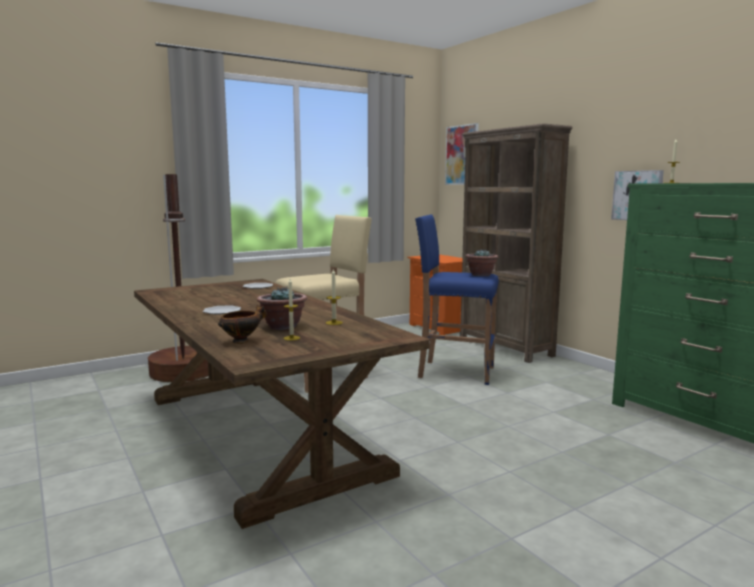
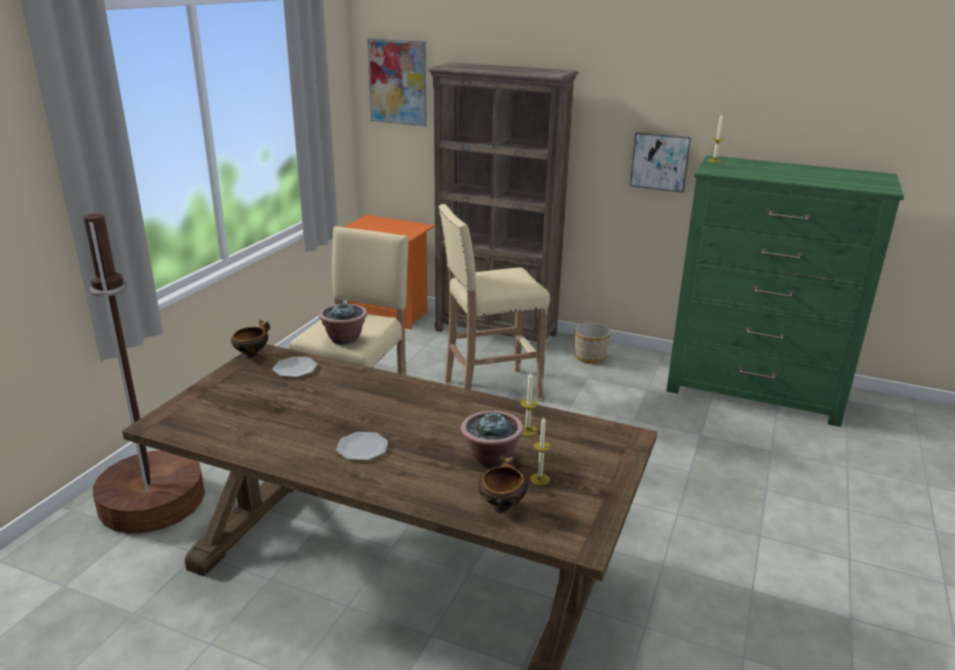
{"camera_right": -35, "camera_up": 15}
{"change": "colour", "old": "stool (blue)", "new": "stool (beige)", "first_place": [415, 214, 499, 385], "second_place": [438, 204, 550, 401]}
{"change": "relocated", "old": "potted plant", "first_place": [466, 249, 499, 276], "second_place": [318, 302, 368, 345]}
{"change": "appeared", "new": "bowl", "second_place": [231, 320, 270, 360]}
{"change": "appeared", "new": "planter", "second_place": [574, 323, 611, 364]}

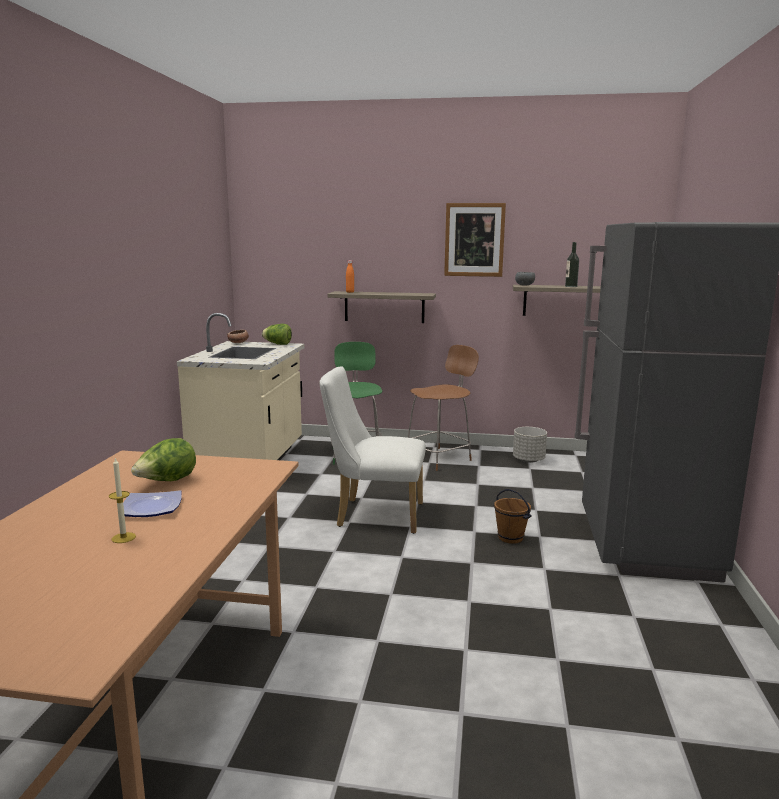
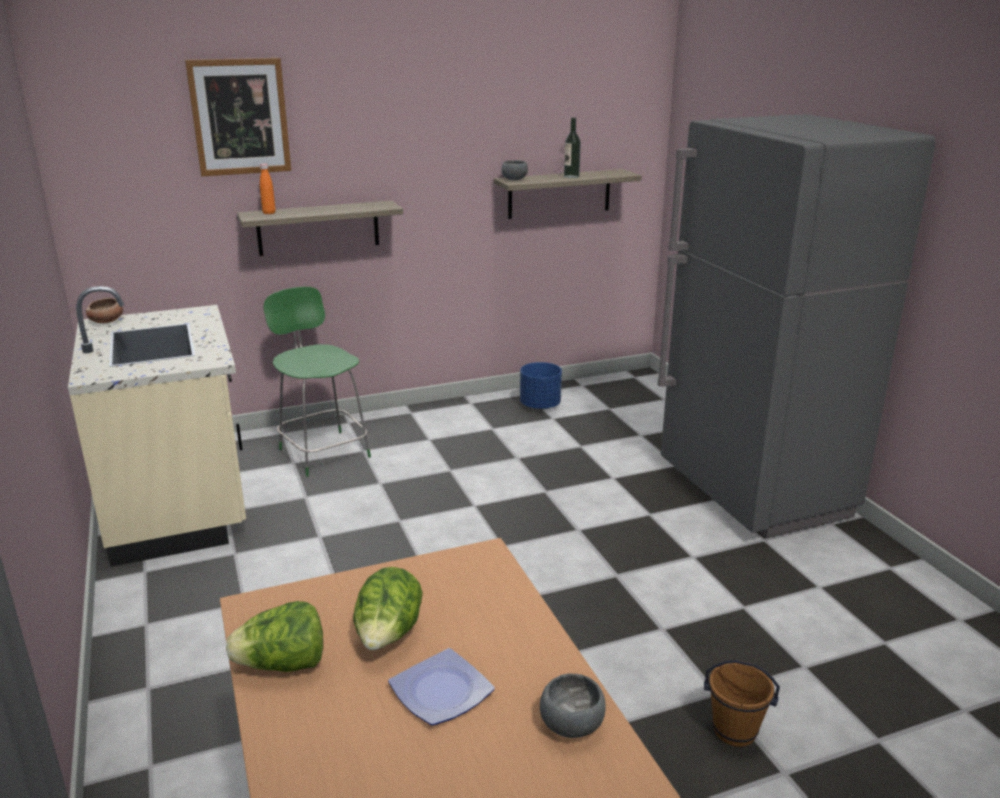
{"camera_right": -30, "camera_up": 10}
{"change": "relocated", "old": "picture", "first_place": [444, 203, 506, 277], "second_place": [185, 58, 291, 176]}
{"change": "relocated", "old": "lettuce", "first_place": [262, 324, 292, 345], "second_place": [226, 601, 323, 672]}
{"change": "missing", "old": "stool (brown)", "first_place": [408, 345, 479, 471]}
{"change": "missing", "old": "chair (white)", "first_place": [320, 366, 426, 534]}
{"change": "colour", "old": "planter (grey)", "new": "planter (blue)", "first_place": [513, 427, 547, 463], "second_place": [520, 362, 562, 410]}
{"change": "missing", "old": "candle", "first_place": [109, 458, 136, 543]}
{"change": "relocated", "old": "bucket (brown)", "first_place": [494, 489, 532, 544], "second_place": [704, 660, 780, 747]}
{"change": "appeared", "new": "bowl (grey)", "second_place": [540, 673, 606, 738]}

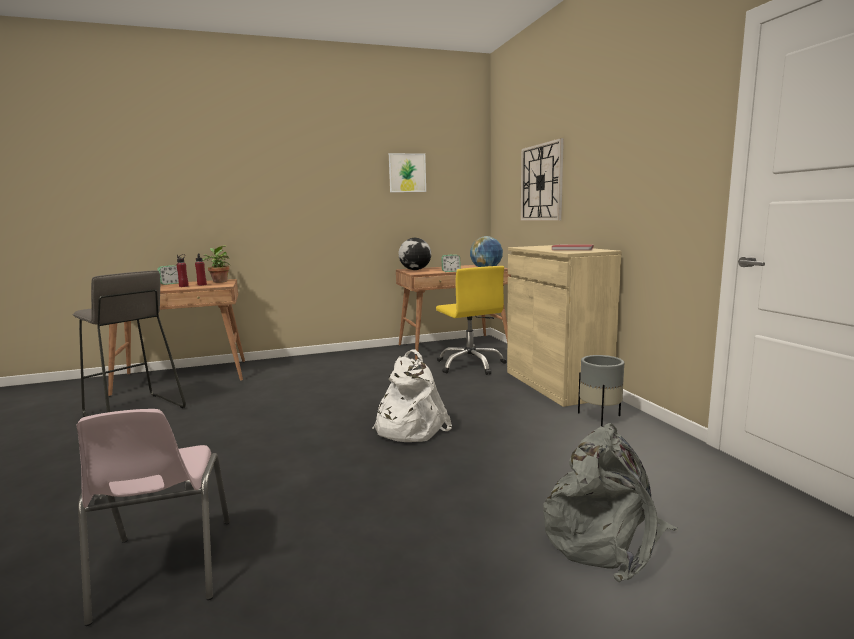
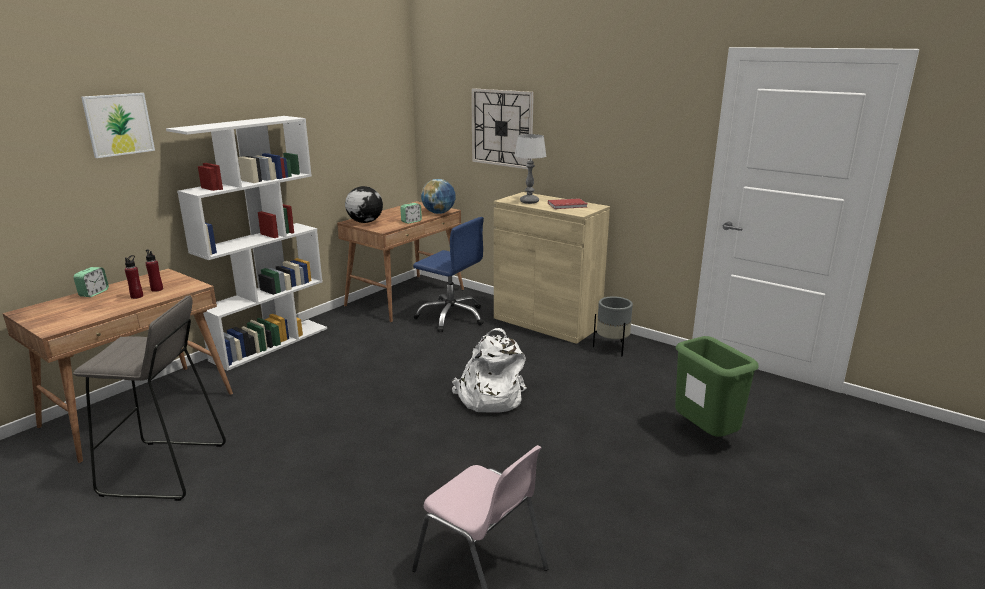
{"camera_right": -35, "camera_up": 10}
{"change": "relocated", "old": "picture", "first_place": [389, 153, 426, 192], "second_place": [81, 93, 155, 158]}
{"change": "missing", "old": "potted plant", "first_place": [202, 245, 230, 283]}
{"change": "colour", "old": "office chair (yellow)", "new": "office chair (blue)", "first_place": [436, 266, 507, 375], "second_place": [413, 217, 484, 332]}
{"change": "exchanged", "old": "backpack (grey)", "new": "trash can (green)", "first_place": [543, 423, 678, 582], "second_place": [675, 336, 759, 437]}
{"change": "appeared", "new": "bookcase (white)", "second_place": [166, 116, 327, 371]}
{"change": "appeared", "new": "table lamp", "second_place": [514, 134, 547, 204]}

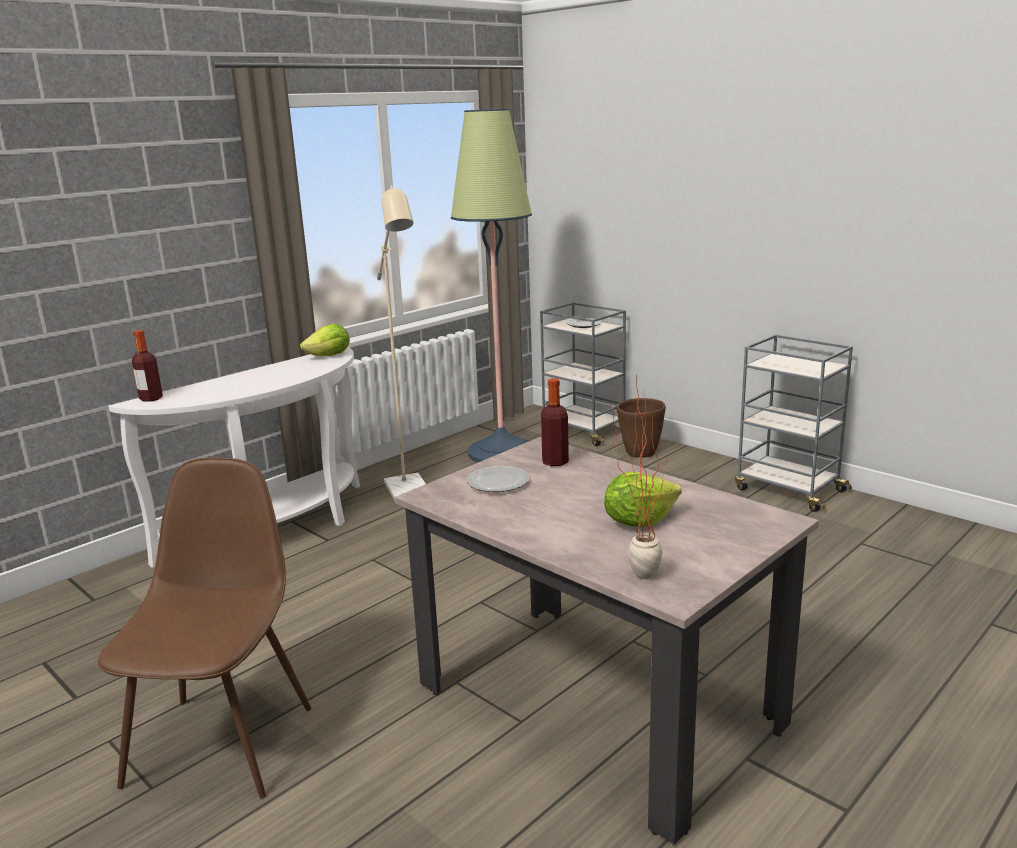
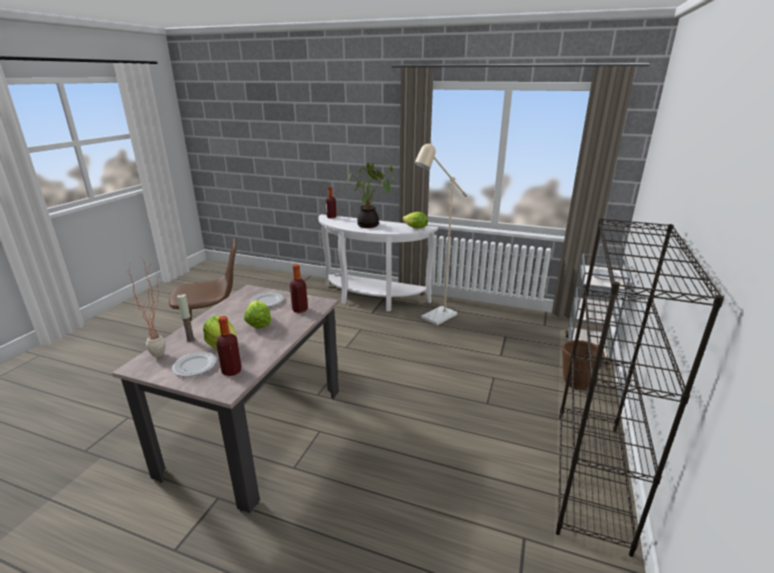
{"camera_right": 65, "camera_up": 5}
{"change": "missing", "old": "floor lamp", "first_place": [451, 109, 532, 463]}
{"change": "exchanged", "old": "cart (grey)", "new": "bookcase (black)", "first_place": [735, 334, 853, 512], "second_place": [556, 218, 724, 557]}
{"change": "appeared", "new": "potted plant", "second_place": [346, 163, 394, 228]}
{"change": "appeared", "new": "candle", "second_place": [177, 294, 195, 342]}
{"change": "appeared", "new": "lettuce", "second_place": [244, 300, 271, 329]}
{"change": "appeared", "new": "bottle", "second_place": [217, 316, 241, 376]}
{"change": "appeared", "new": "plate", "second_place": [172, 352, 217, 377]}

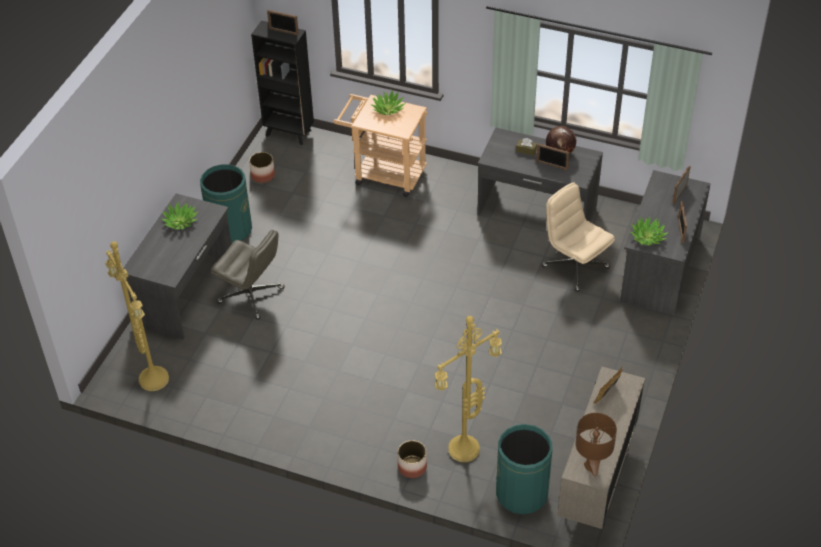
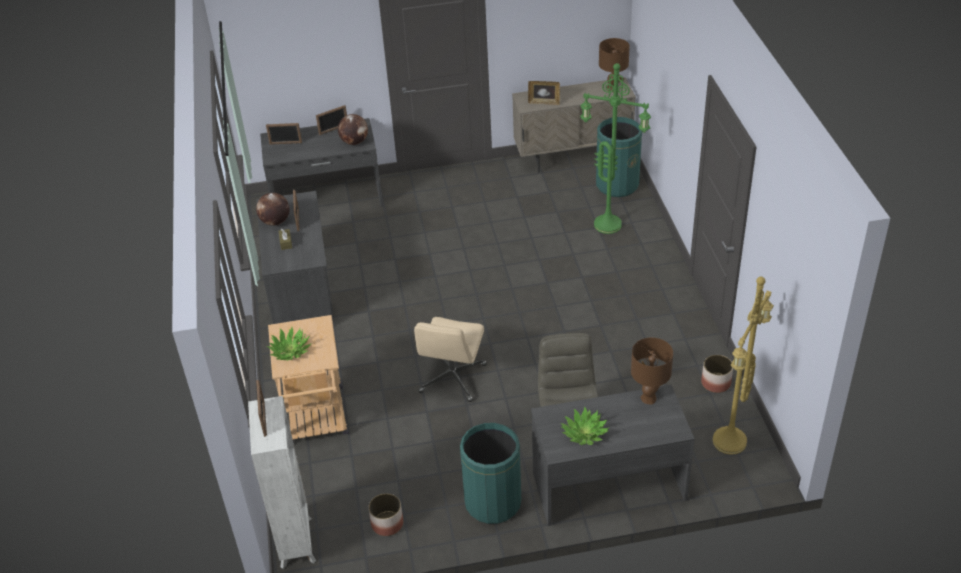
{"camera_right": -120, "camera_up": -5}
{"change": "colour", "old": "bookcase (black)", "new": "bookcase (white)", "first_place": [251, 21, 314, 145], "second_place": [248, 396, 316, 569]}
{"change": "relocated", "old": "office chair (beige)", "first_place": [542, 182, 615, 291], "second_place": [414, 317, 487, 402]}
{"change": "exchanged", "old": "potted plant", "new": "globe", "first_place": [630, 216, 669, 245], "second_place": [338, 114, 368, 145]}
{"change": "colour", "old": "floor lamp (yellow)", "new": "floor lamp (green)", "first_place": [435, 316, 502, 462], "second_place": [580, 63, 651, 234]}
{"change": "relocated", "old": "planter", "first_place": [398, 440, 427, 478], "second_place": [701, 355, 733, 393]}
{"change": "appeared", "new": "table lamp (brown)", "second_place": [631, 338, 673, 404]}

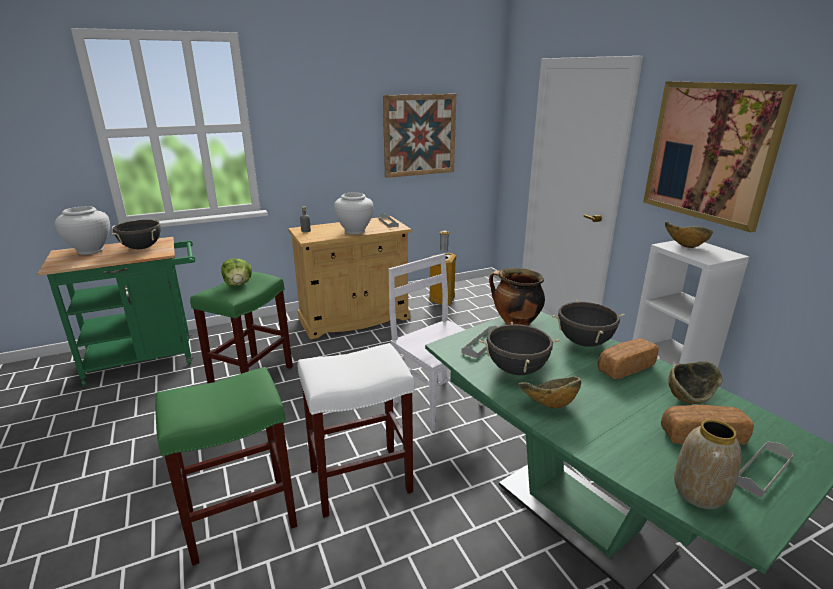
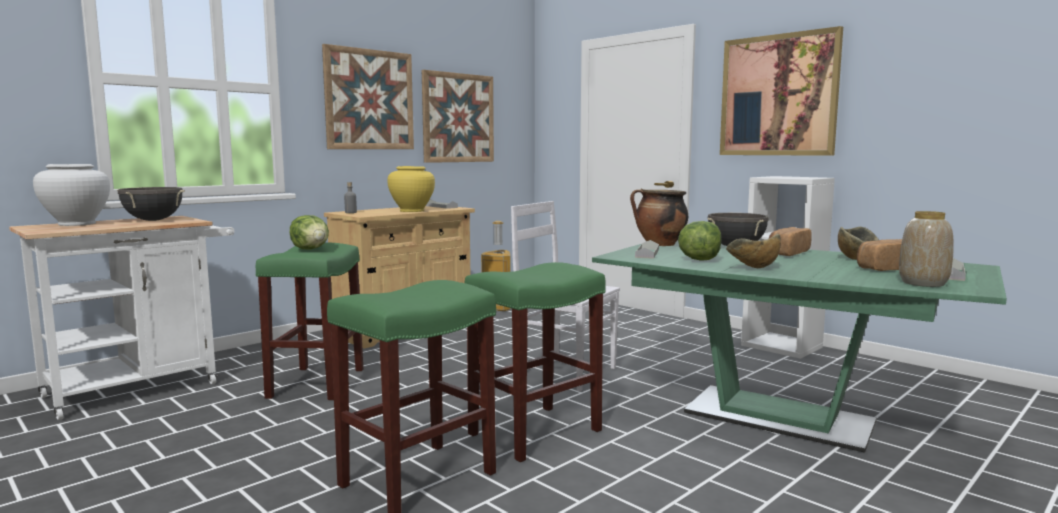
{"camera_right": -20, "camera_up": -15}
{"change": "colour", "old": "vase (white)", "new": "vase (yellow)", "first_place": [334, 192, 374, 234], "second_place": [387, 166, 435, 212]}
{"change": "missing", "old": "bowl", "first_place": [665, 221, 713, 248]}
{"change": "colour", "old": "cart (green)", "new": "cart (white)", "first_place": [38, 237, 195, 386], "second_place": [9, 216, 234, 420]}
{"change": "exchanged", "old": "cooking pot (black)", "new": "lettuce", "first_place": [479, 322, 560, 375], "second_place": [678, 221, 721, 261]}
{"change": "colour", "old": "stool (white)", "new": "stool (green)", "first_place": [297, 343, 415, 518], "second_place": [464, 262, 606, 462]}
{"change": "appeared", "new": "picture", "second_place": [322, 44, 414, 149]}

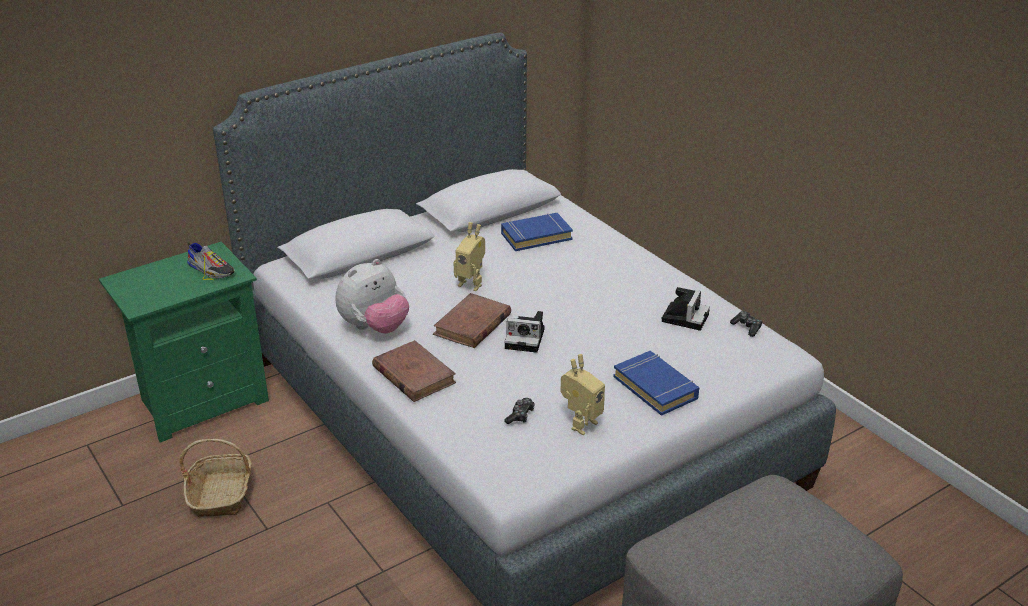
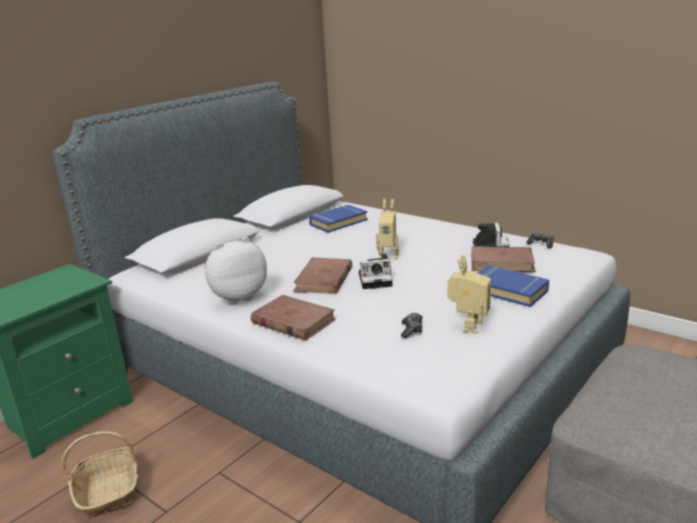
{"camera_right": -15, "camera_up": -10}
{"change": "relocated", "old": "toy robot", "first_place": [453, 222, 485, 291], "second_place": [376, 199, 399, 259]}
{"change": "missing", "old": "shoe", "first_place": [187, 242, 235, 281]}
{"change": "spun", "old": "plush toy", "first_place": [336, 259, 409, 333], "second_place": [204, 237, 267, 304], "degrees": -150}
{"change": "appeared", "new": "book (brown)", "second_place": [471, 246, 536, 272]}

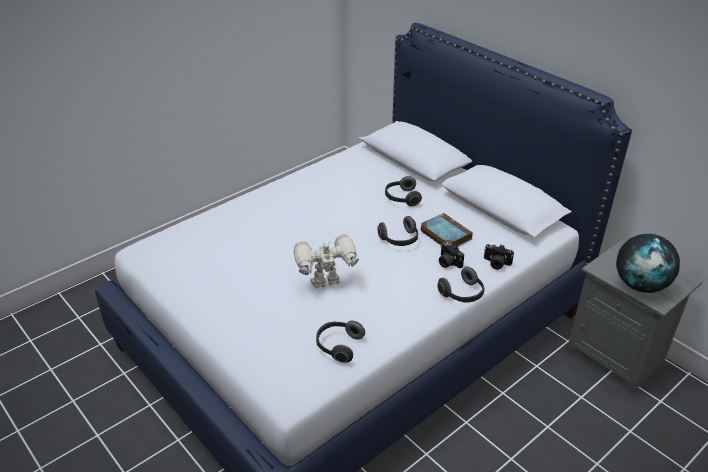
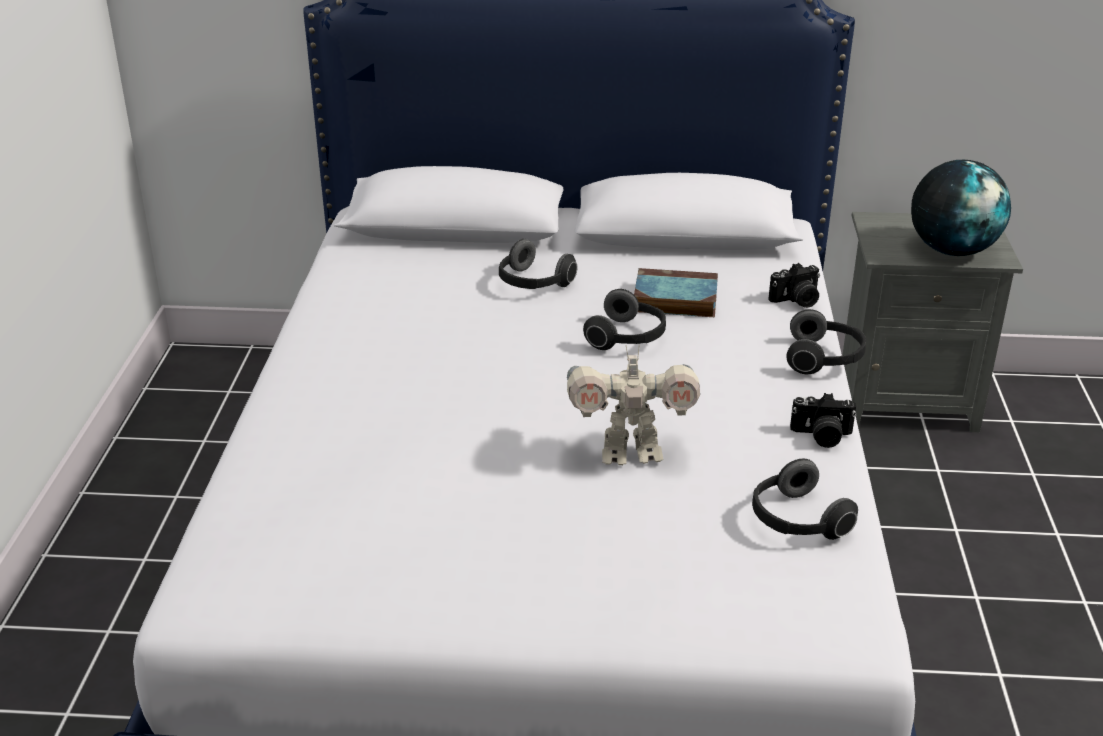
{"camera_right": -45, "camera_up": -5}
{"change": "spun", "old": "toy robot", "first_place": [294, 234, 359, 289], "second_place": [567, 344, 700, 465], "degrees": -120}
{"change": "relocated", "old": "photo camera", "first_place": [439, 241, 464, 268], "second_place": [790, 393, 856, 448]}

